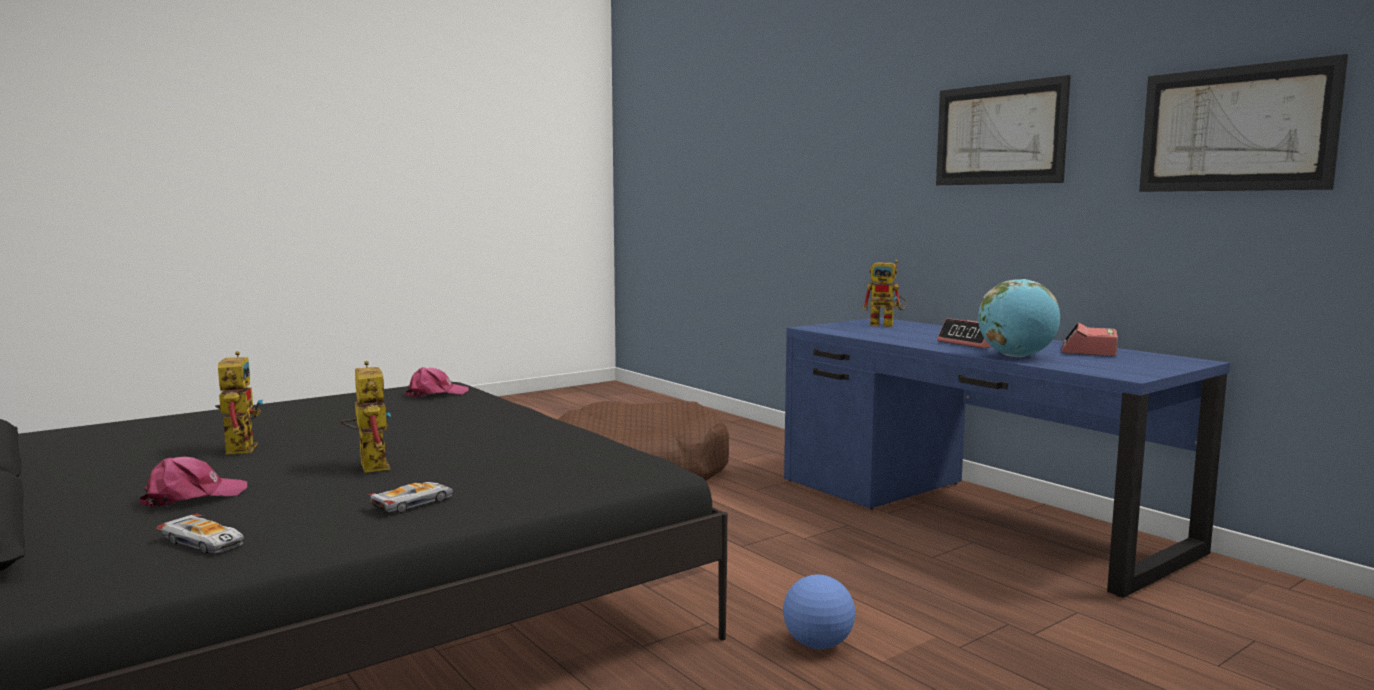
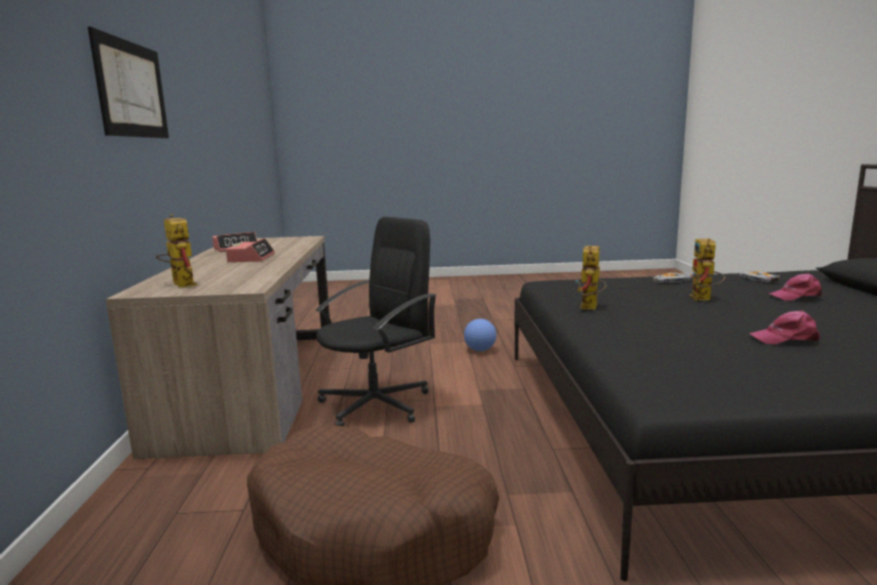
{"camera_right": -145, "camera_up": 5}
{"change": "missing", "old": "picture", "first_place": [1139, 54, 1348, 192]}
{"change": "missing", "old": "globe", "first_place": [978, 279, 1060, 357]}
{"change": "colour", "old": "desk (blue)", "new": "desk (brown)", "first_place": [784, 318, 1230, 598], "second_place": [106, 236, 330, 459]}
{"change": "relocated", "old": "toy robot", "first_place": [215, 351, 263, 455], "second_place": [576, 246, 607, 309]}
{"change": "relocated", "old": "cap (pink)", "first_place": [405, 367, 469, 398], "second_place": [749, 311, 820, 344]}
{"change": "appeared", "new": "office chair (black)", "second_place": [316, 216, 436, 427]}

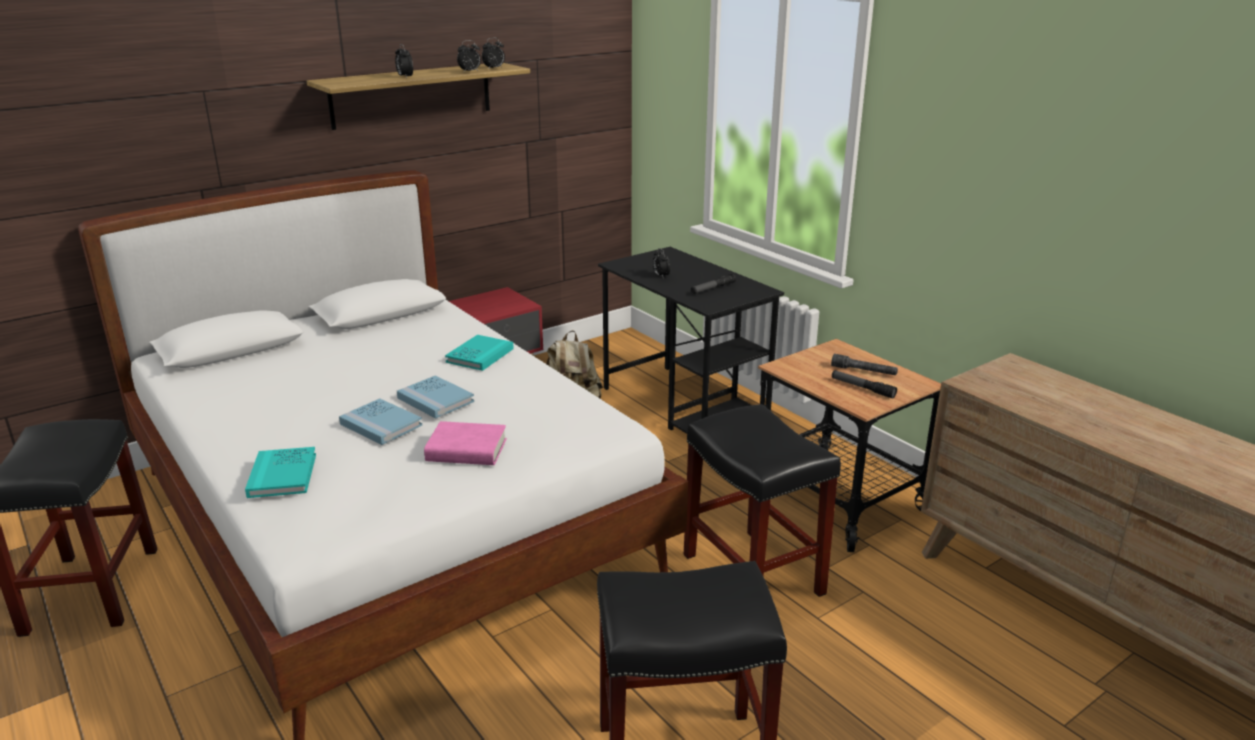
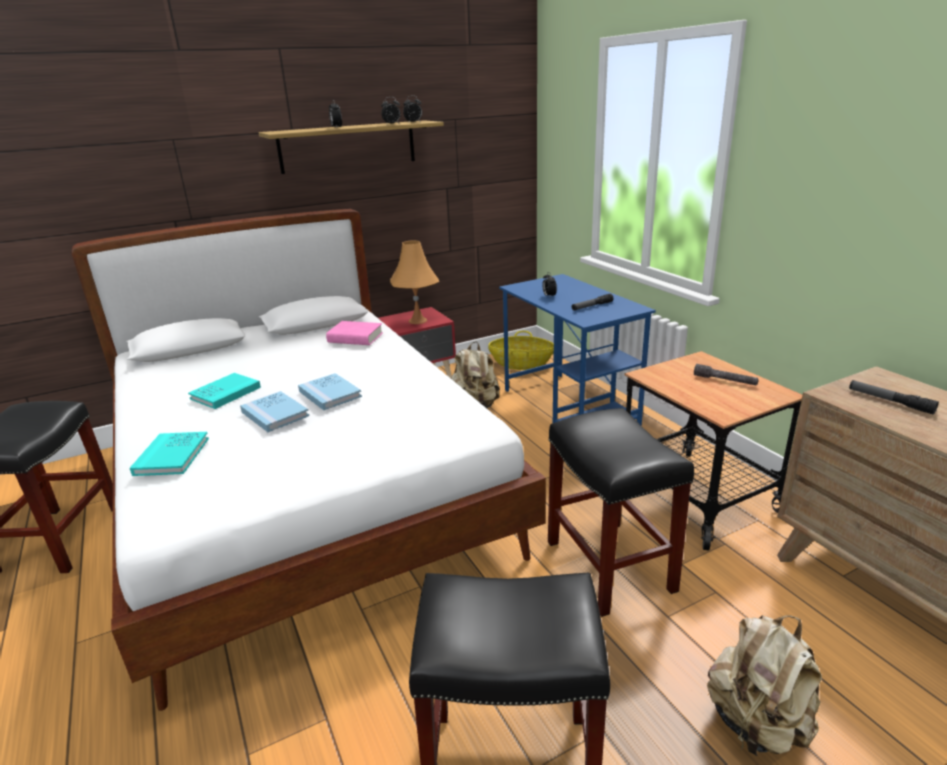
{"camera_right": 10, "camera_up": 0}
{"change": "colour", "old": "desk (black)", "new": "desk (blue)", "first_place": [598, 247, 784, 434], "second_place": [499, 274, 656, 426]}
{"change": "relocated", "old": "book (turquoise)", "first_place": [445, 335, 514, 371], "second_place": [188, 373, 261, 409]}
{"change": "relocated", "old": "flashlight", "first_place": [832, 370, 897, 399], "second_place": [849, 380, 939, 415]}
{"change": "relocated", "old": "book (pink)", "first_place": [424, 421, 507, 465], "second_place": [326, 321, 383, 345]}
{"change": "appeared", "new": "table lamp (orange)", "second_place": [390, 241, 439, 324]}
{"change": "appeared", "new": "basket", "second_place": [488, 331, 554, 370]}
{"change": "appeared", "new": "backpack (beige)", "second_place": [707, 615, 822, 756]}

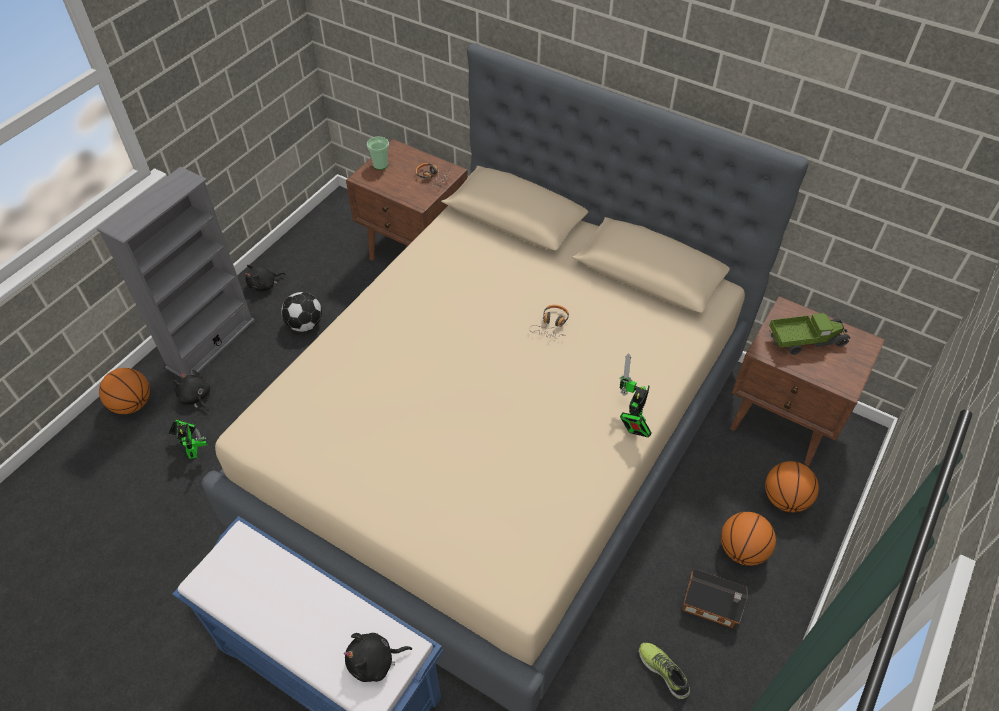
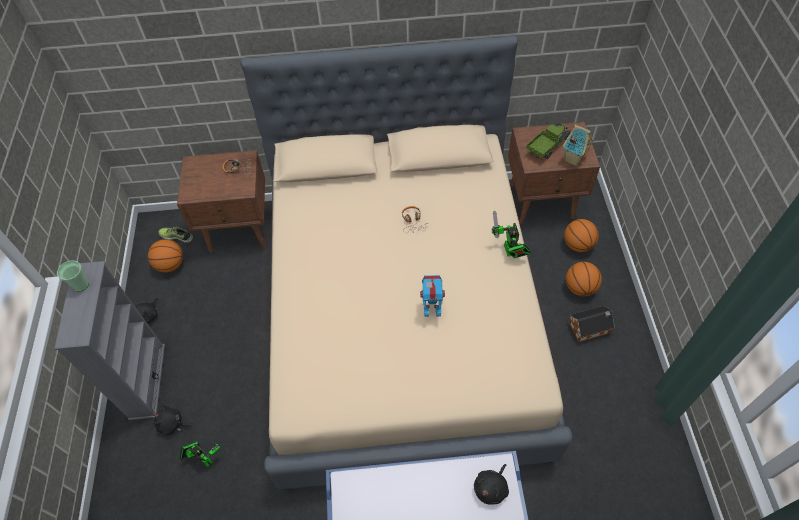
{"camera_right": -35, "camera_up": 5}
{"change": "relocated", "old": "cup", "first_place": [367, 137, 389, 170], "second_place": [57, 260, 89, 292]}
{"change": "missing", "old": "football", "first_place": [281, 292, 322, 332]}
{"change": "relocated", "old": "basketball", "first_place": [99, 368, 150, 414], "second_place": [148, 239, 183, 273]}
{"change": "relocated", "old": "shoe", "first_place": [639, 643, 690, 699], "second_place": [158, 227, 193, 243]}
{"change": "appeared", "new": "toy house", "second_place": [563, 125, 594, 167]}
{"change": "appeared", "new": "toy robot", "second_place": [420, 275, 445, 317]}

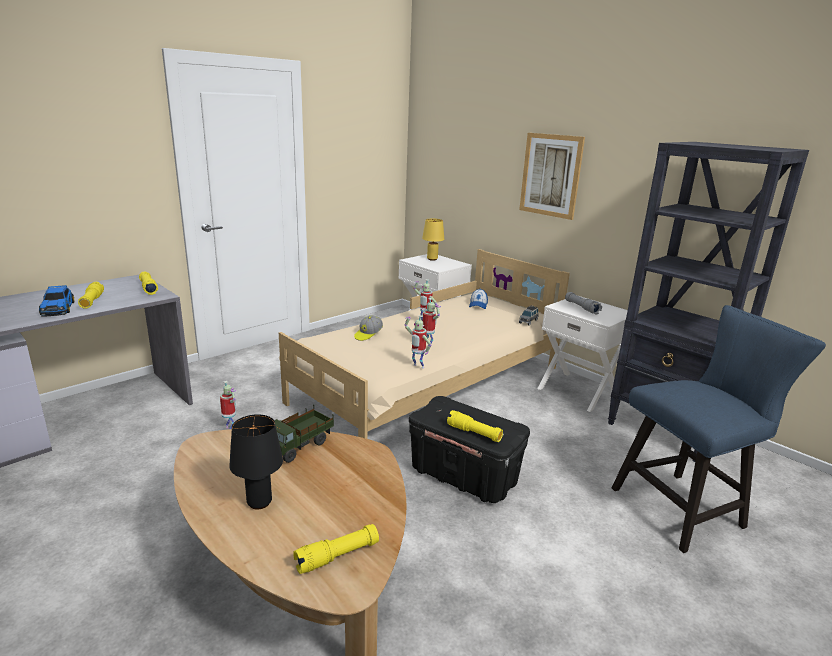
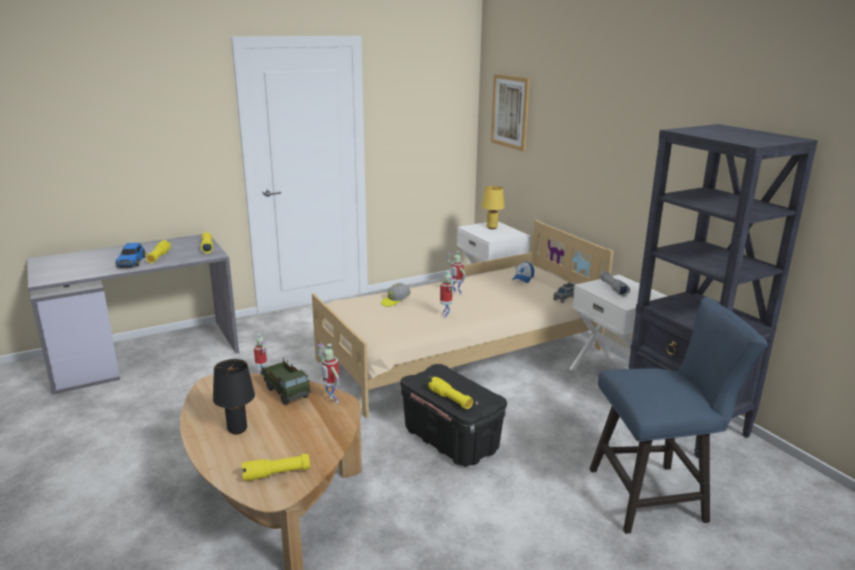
{"camera_right": 15, "camera_up": 0}
{"change": "relocated", "old": "picture", "first_place": [519, 133, 585, 220], "second_place": [491, 74, 530, 151]}
{"change": "relocated", "old": "toy robot", "first_place": [405, 315, 432, 369], "second_place": [316, 344, 339, 403]}
{"change": "spun", "old": "toy truck", "first_place": [274, 404, 334, 463], "second_place": [261, 357, 311, 405], "degrees": -90}

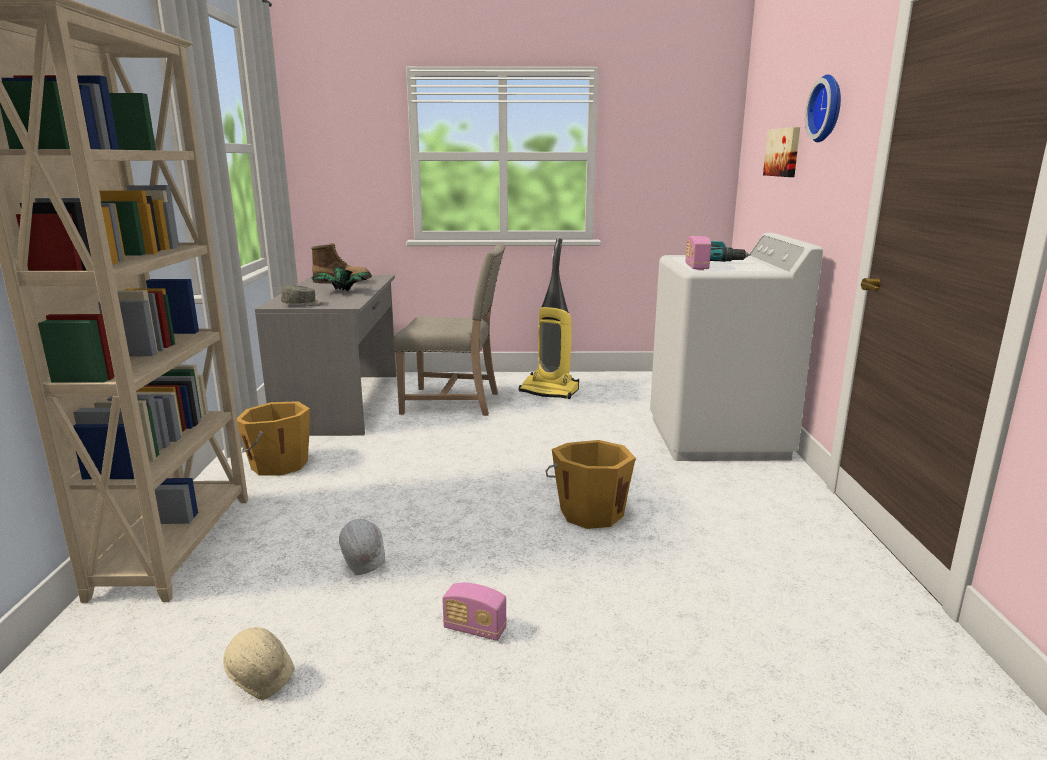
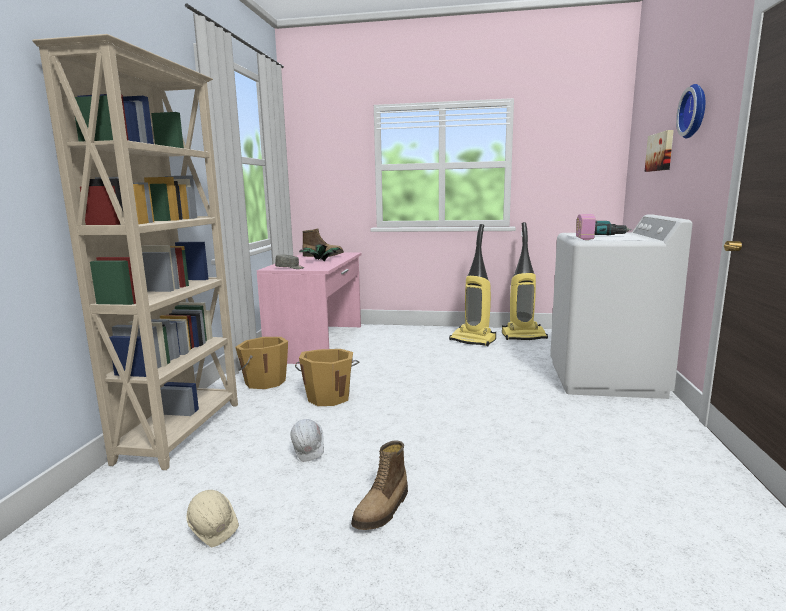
{"camera_right": 10, "camera_up": -5}
{"change": "missing", "old": "chair (beige)", "first_place": [393, 244, 506, 416]}
{"change": "colour", "old": "desk (grey)", "new": "desk (pink)", "first_place": [255, 275, 396, 436], "second_place": [257, 252, 362, 364]}
{"change": "relocated", "old": "bucket (orange)", "first_place": [545, 440, 636, 529], "second_place": [295, 349, 360, 406]}
{"change": "exchanged", "old": "radio", "new": "boot", "first_place": [442, 583, 507, 641], "second_place": [351, 440, 408, 530]}
{"change": "appeared", "new": "vacuum cleaner", "second_place": [502, 222, 548, 340]}

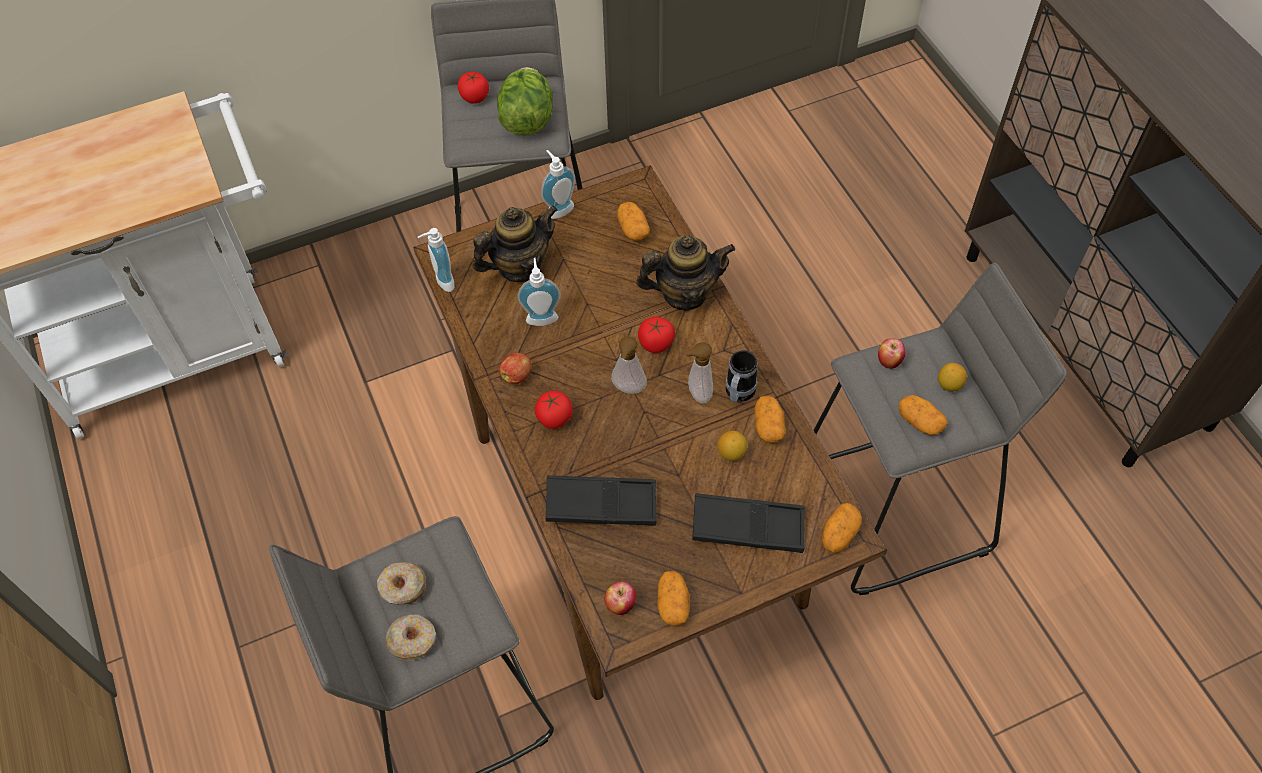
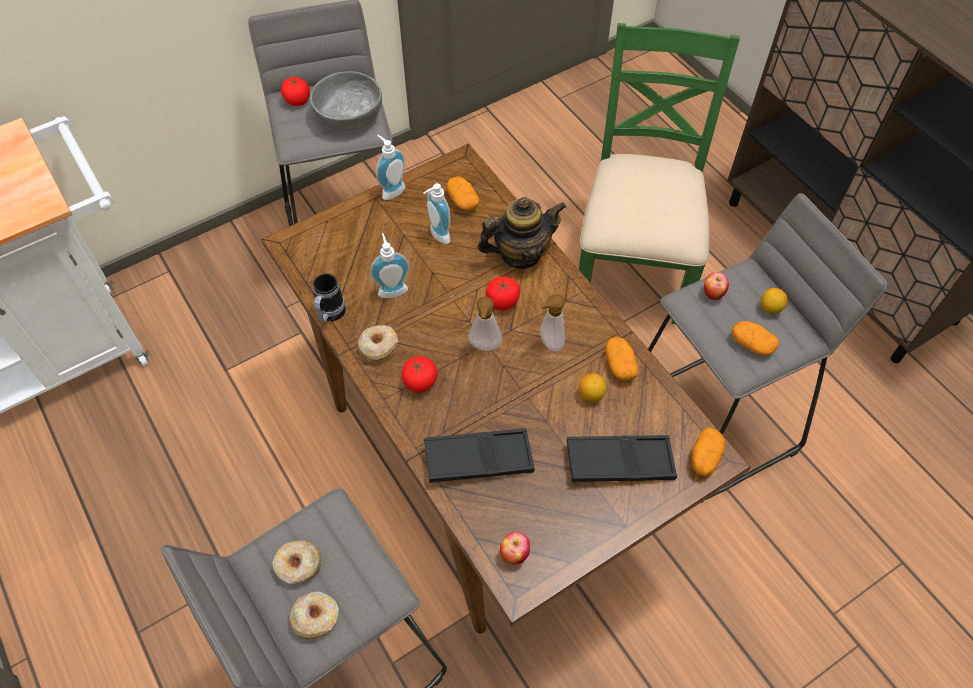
{"camera_right": -10, "camera_up": 0}
{"change": "exchanged", "old": "lettuce", "new": "bowl (grey)", "first_place": [497, 67, 553, 136], "second_place": [310, 71, 382, 131]}
{"change": "missing", "old": "teapot", "first_place": [473, 205, 558, 282]}
{"change": "relocated", "old": "soap dispenser", "first_place": [418, 228, 454, 292], "second_place": [424, 183, 450, 244]}
{"change": "relocated", "old": "mug", "first_place": [726, 350, 758, 402], "second_place": [313, 273, 346, 322]}
{"change": "exchanged", "old": "apple", "new": "donut", "first_place": [499, 353, 532, 384], "second_place": [358, 325, 398, 362]}
{"change": "missing", "old": "potato", "first_place": [658, 571, 690, 626]}
{"change": "appeared", "new": "chair (green)", "second_place": [579, 23, 740, 324]}

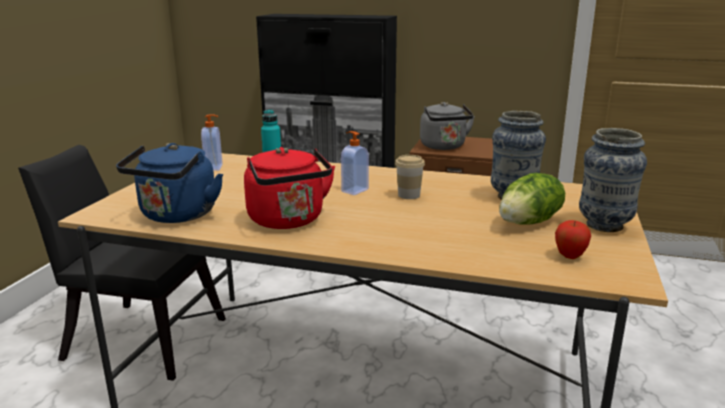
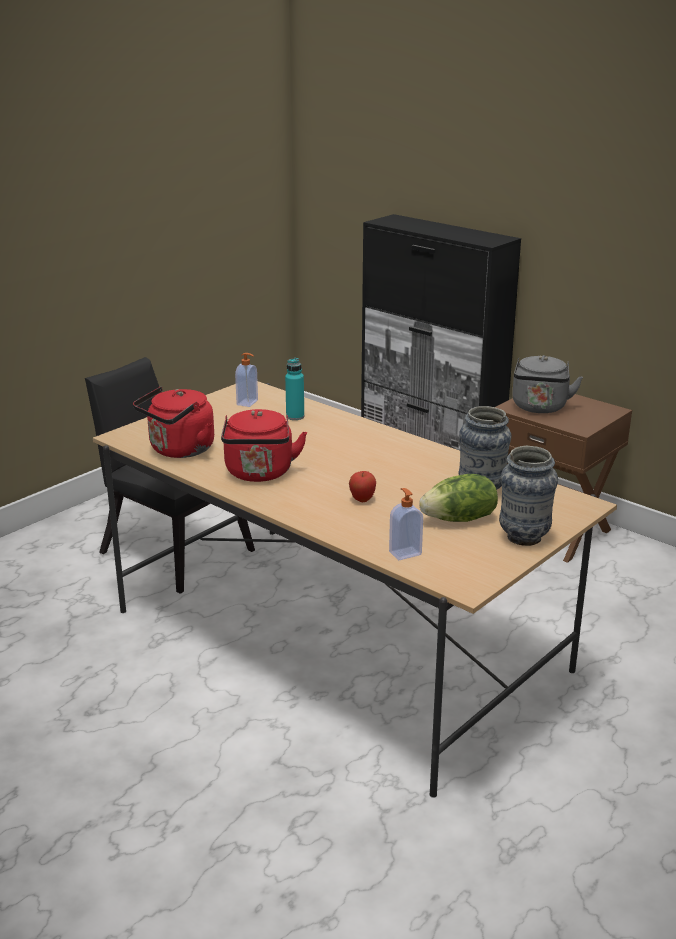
{"camera_right": 25, "camera_up": 5}
{"change": "relocated", "old": "soap dispenser", "first_place": [341, 131, 369, 195], "second_place": [389, 488, 423, 560]}
{"change": "colour", "old": "kettle (blue)", "new": "kettle (red)", "first_place": [116, 143, 223, 223], "second_place": [133, 386, 214, 458]}
{"change": "missing", "old": "cup", "first_place": [395, 155, 425, 199]}
{"change": "relocated", "old": "apple", "first_place": [555, 220, 591, 259], "second_place": [349, 471, 376, 502]}

